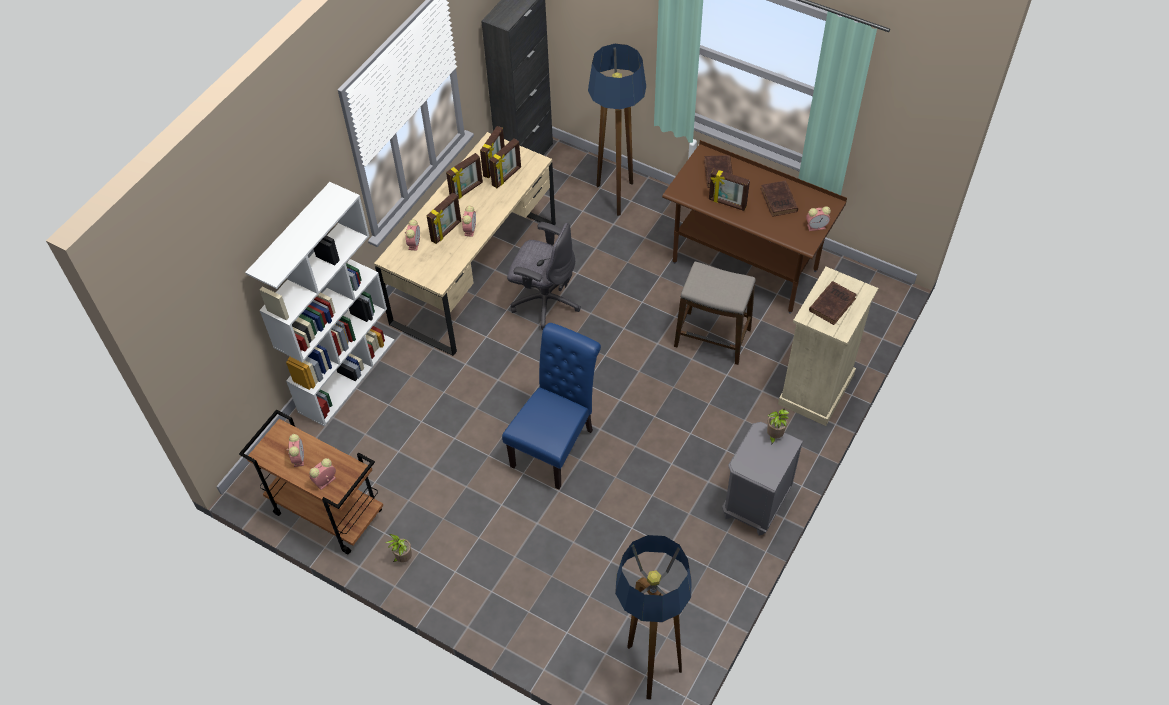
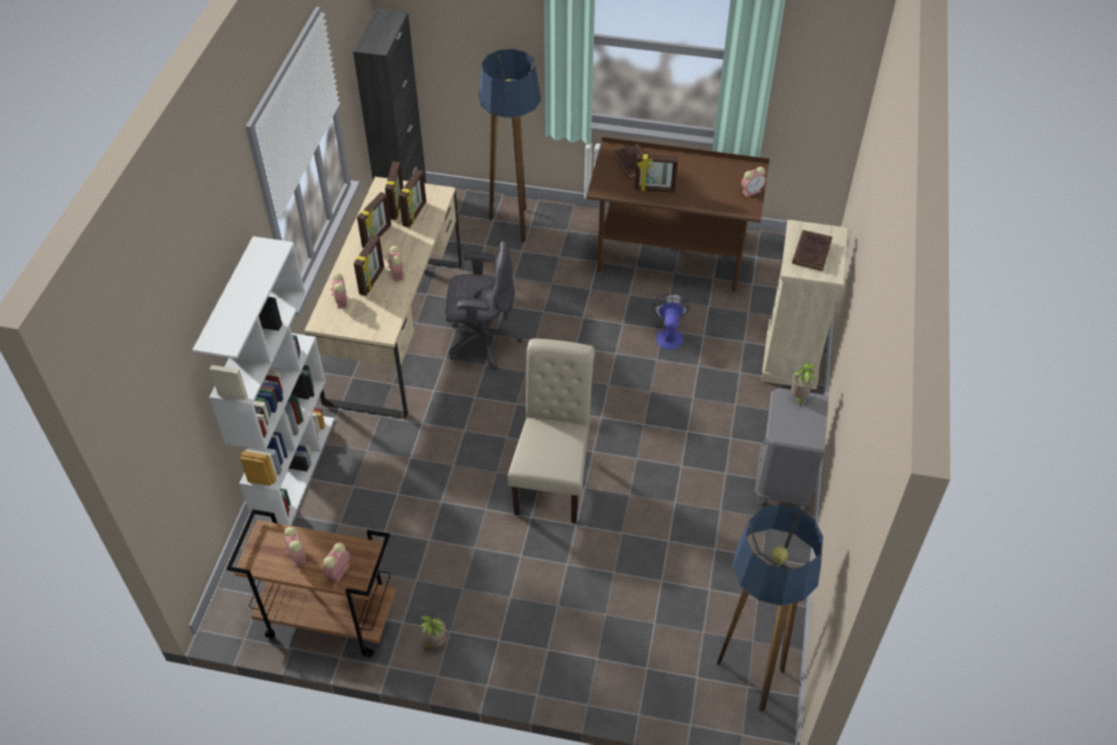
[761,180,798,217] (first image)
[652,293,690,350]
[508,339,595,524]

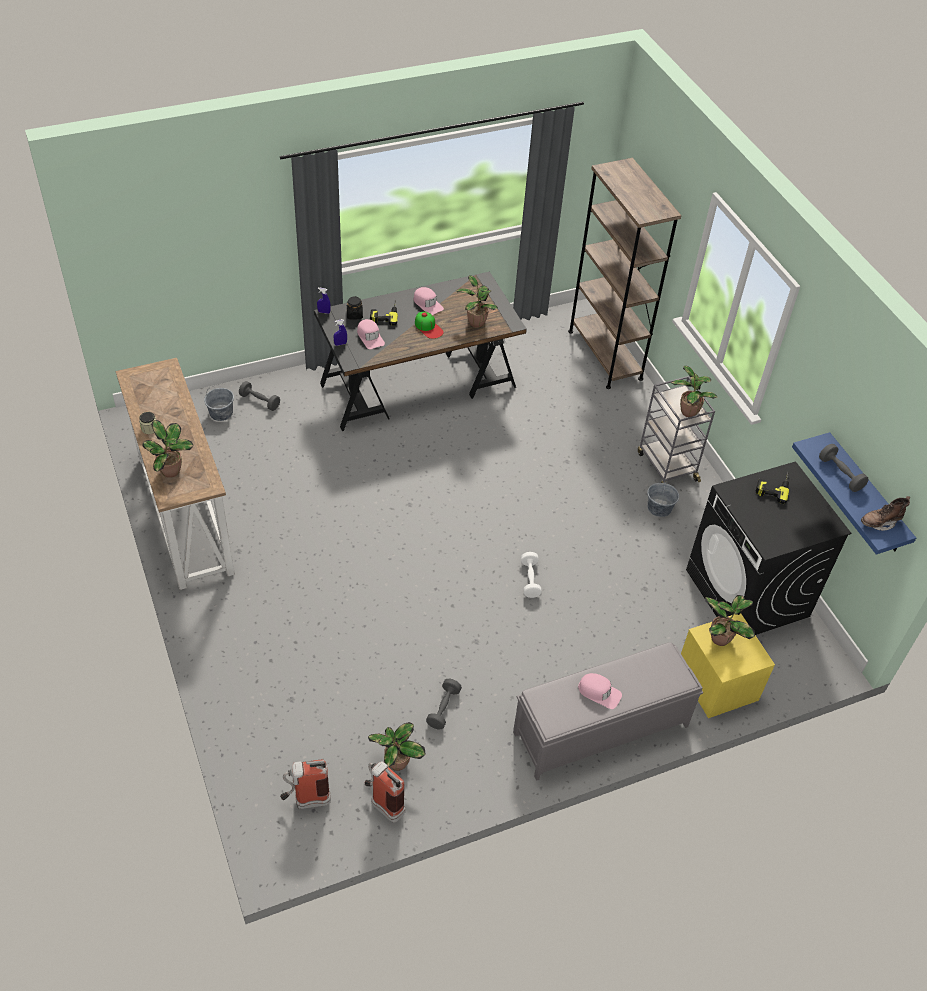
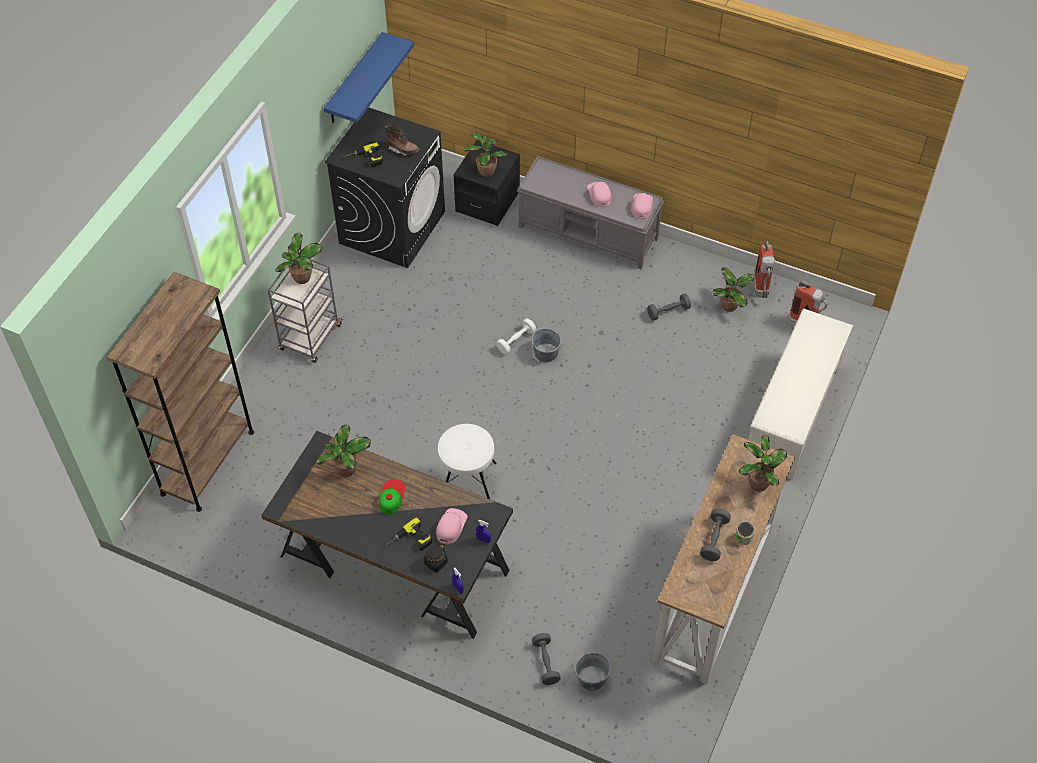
[632,193,653,219]
[700,509,731,561]
[531,328,561,362]
[385,124,420,156]
[453,140,520,226]
[748,308,853,480]
[438,424,497,499]

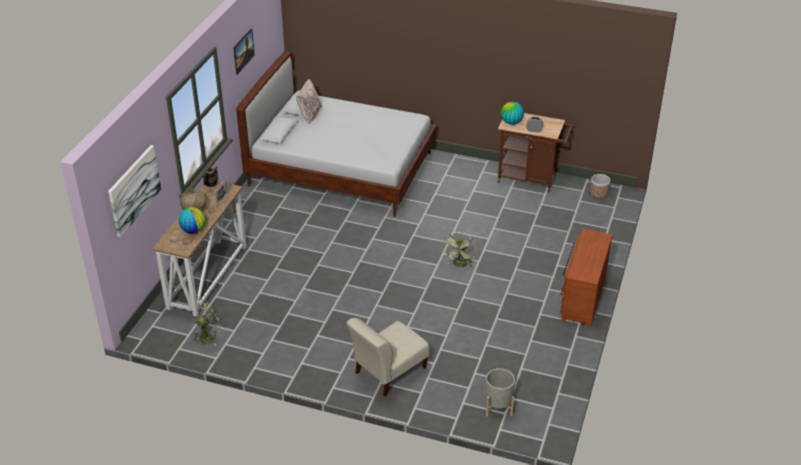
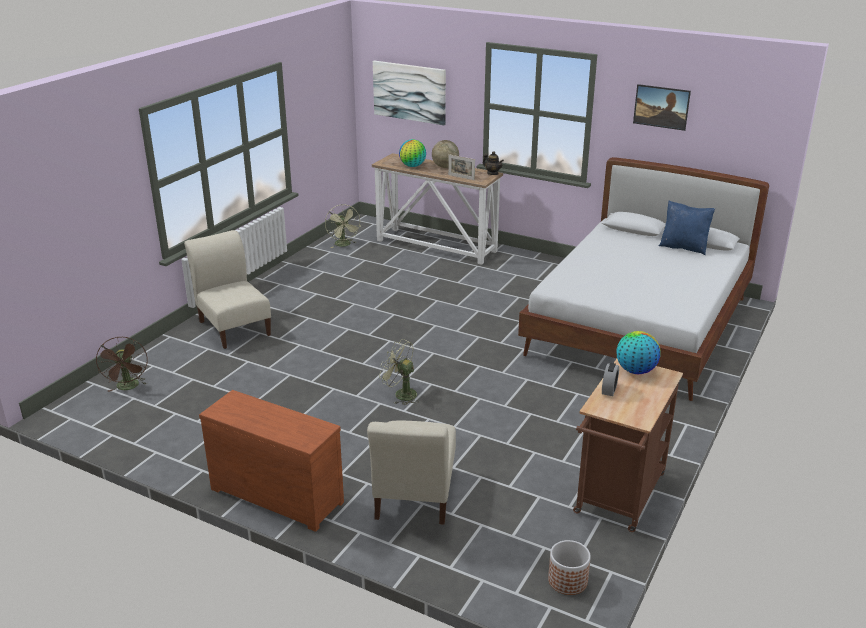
[659,201,715,255]
[96,336,148,392]
[367,420,456,525]

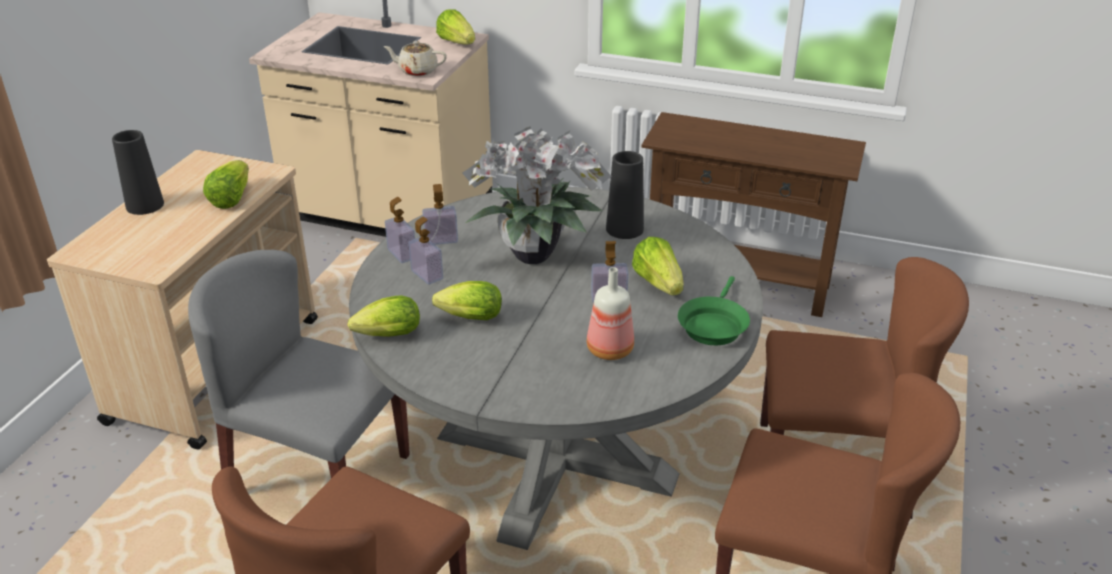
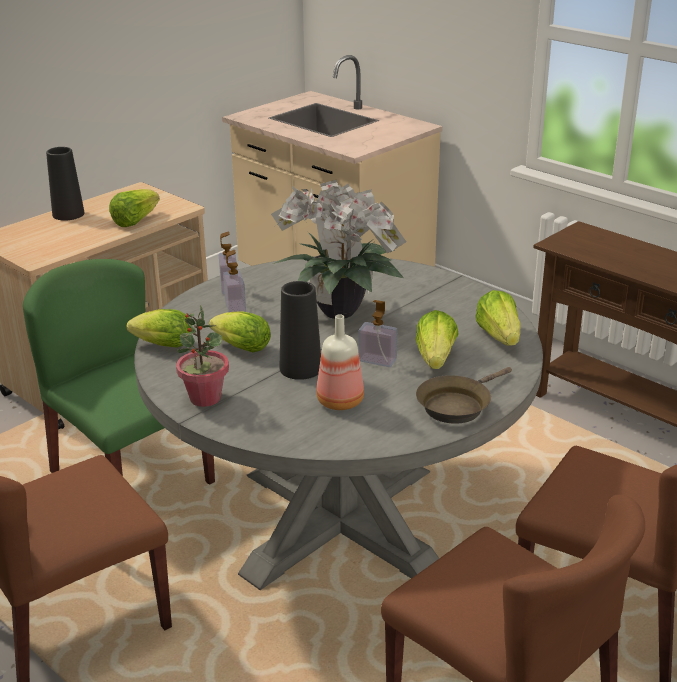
[475,290,520,346]
[383,41,447,76] (first image)
[280,281,321,380]
[422,184,458,245] (first image)
[23,259,215,485]
[416,367,512,424]
[176,305,229,407]

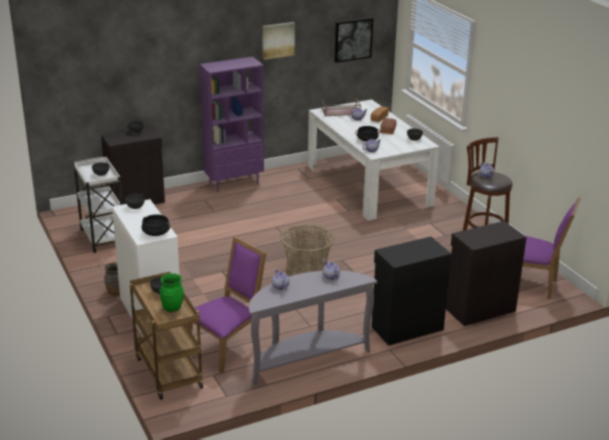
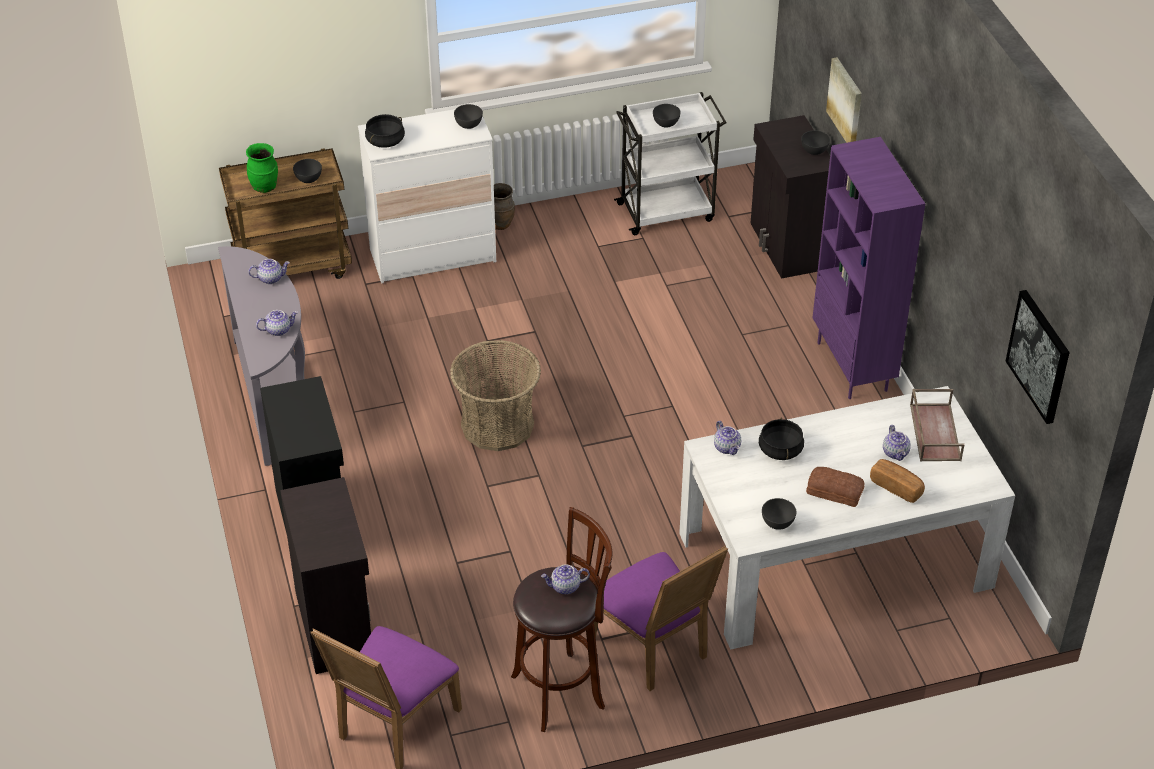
[826,57,862,143]
[594,546,728,691]

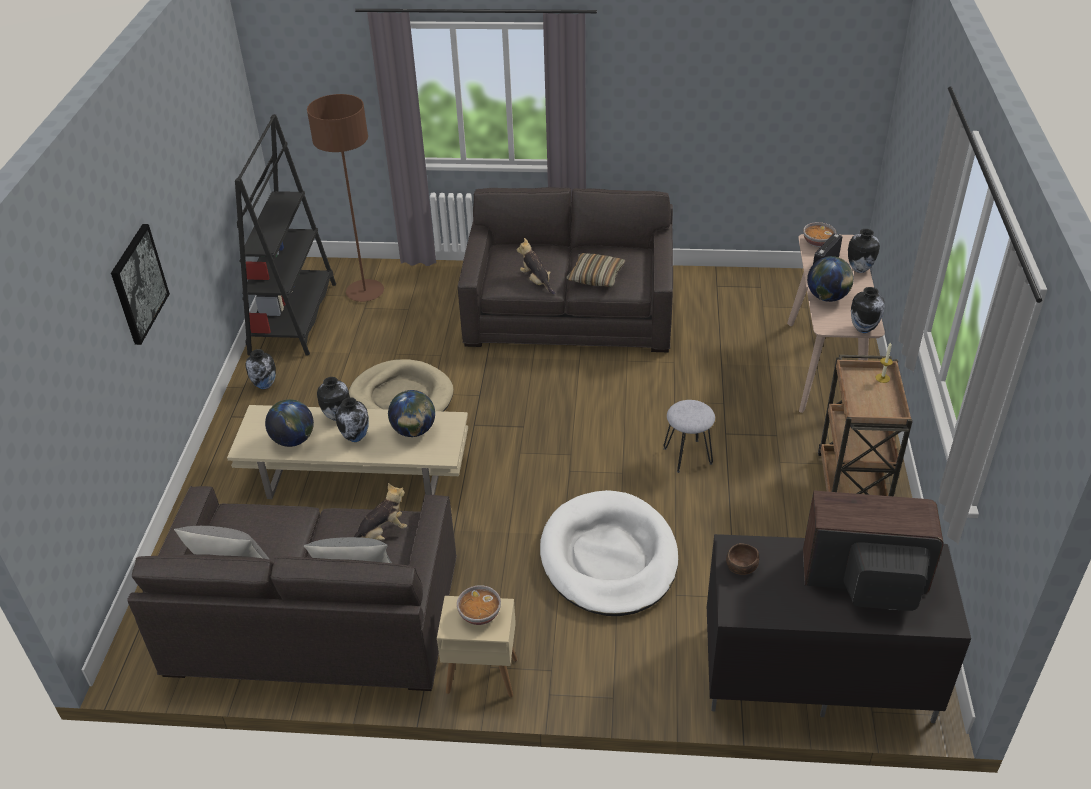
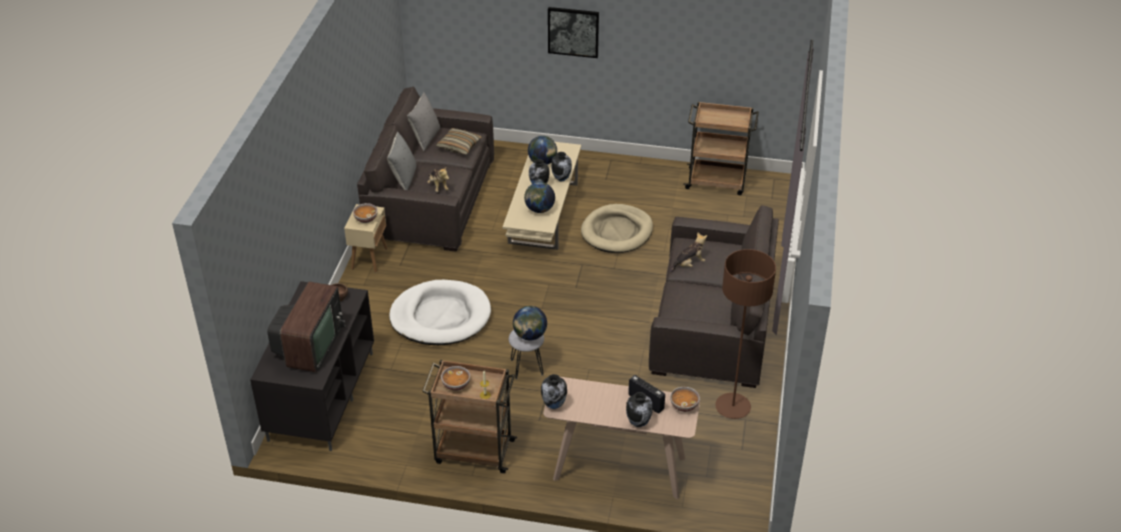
[715,249,776,419]
[683,102,759,195]
[436,128,482,155]
[513,306,547,340]
[245,349,276,389] (first image)
[441,366,470,391]

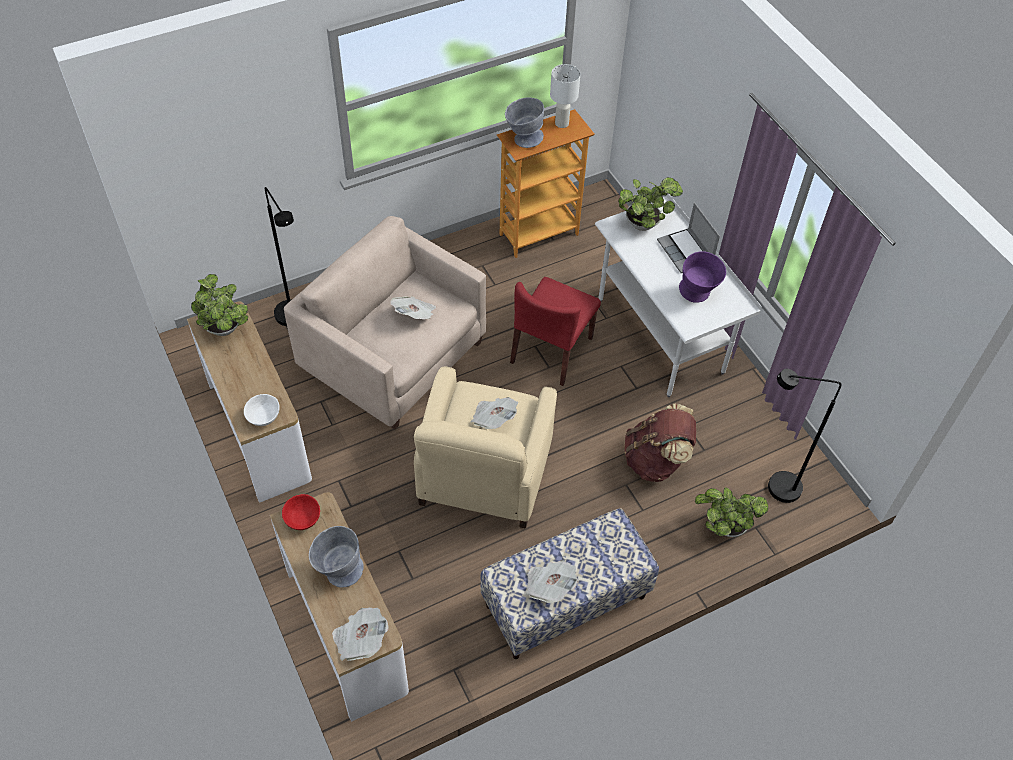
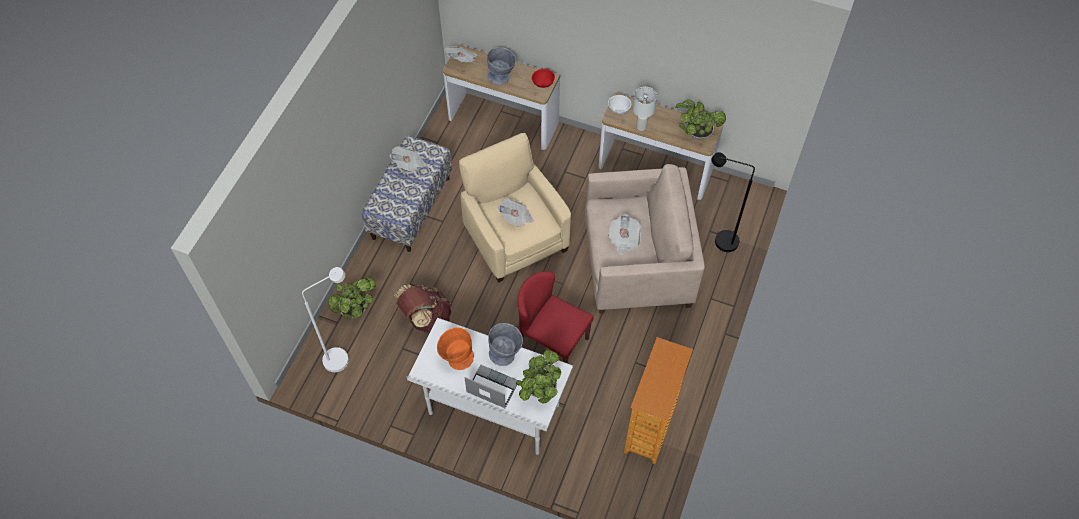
[633,87,657,131]
[488,323,523,366]
[437,328,474,370]
[517,271,593,364]
[302,267,349,372]

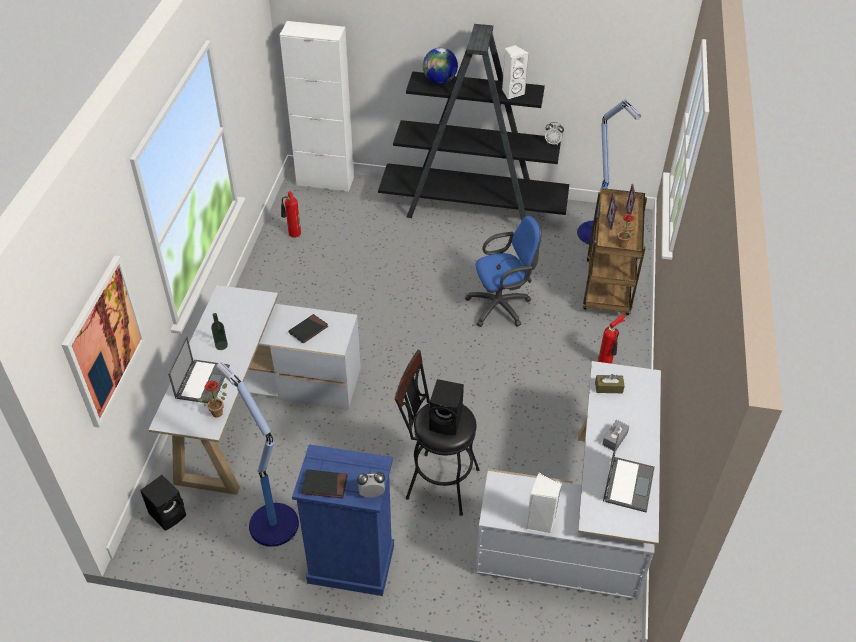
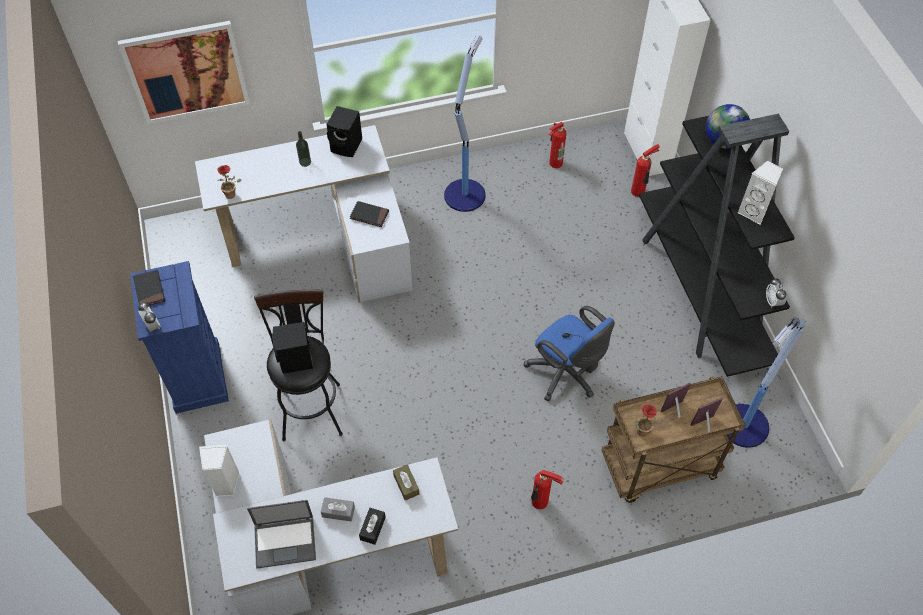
[168,336,230,403] (first image)
[444,35,486,212]
[326,106,362,157]
[631,144,660,197]
[359,508,386,545]

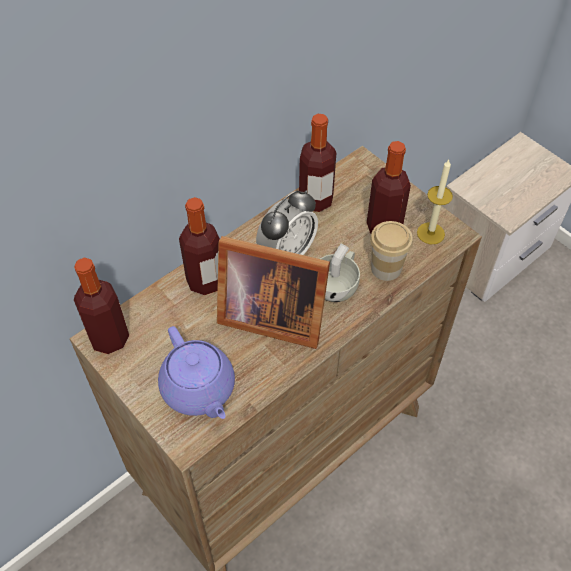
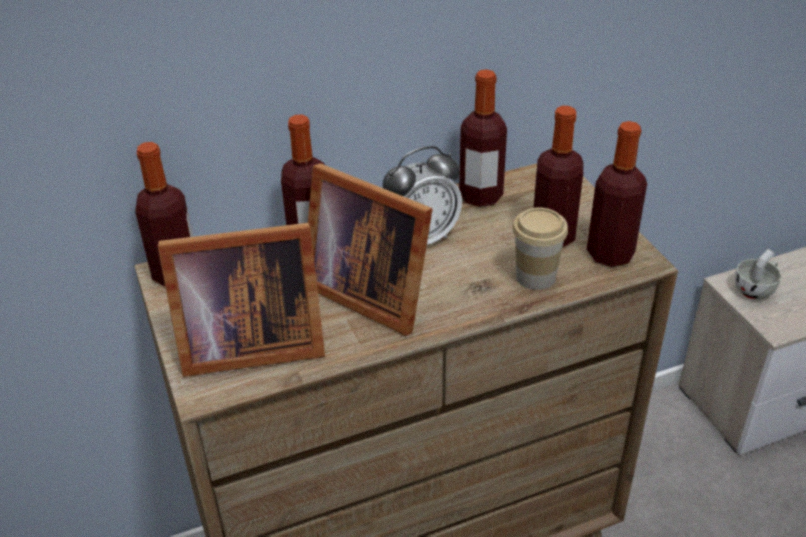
[587,121,647,267]
[735,249,781,300]
[158,223,325,377]

